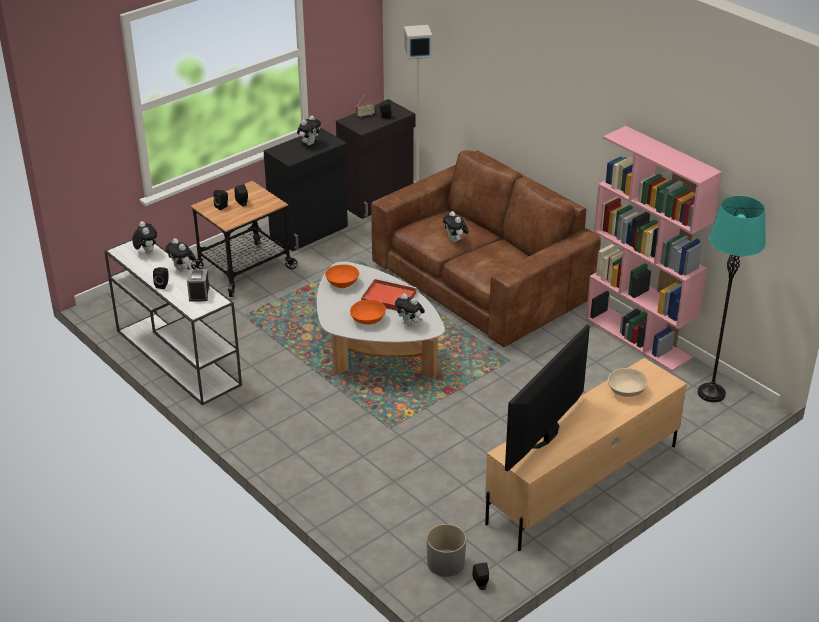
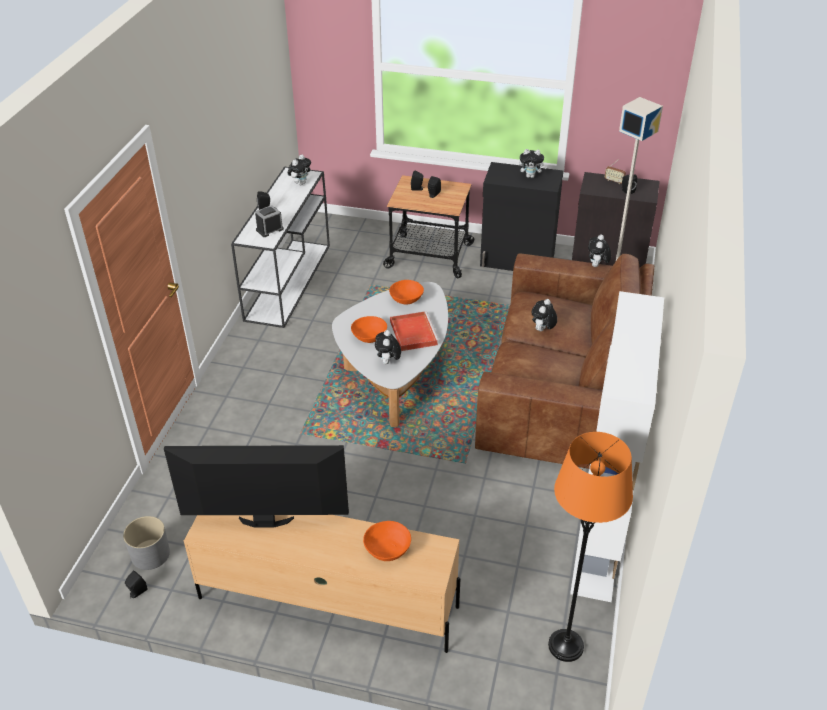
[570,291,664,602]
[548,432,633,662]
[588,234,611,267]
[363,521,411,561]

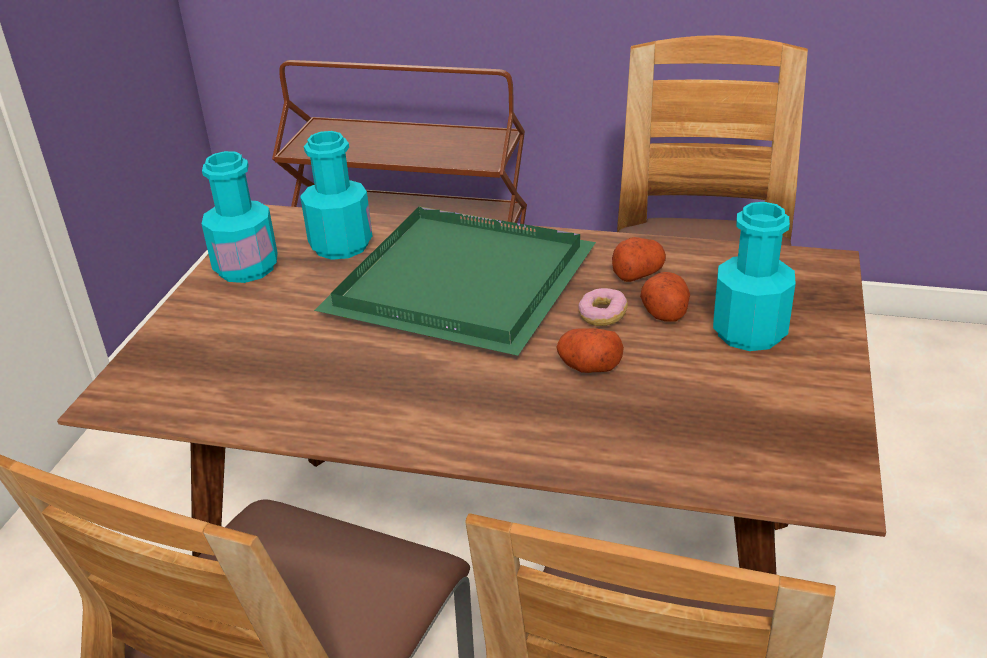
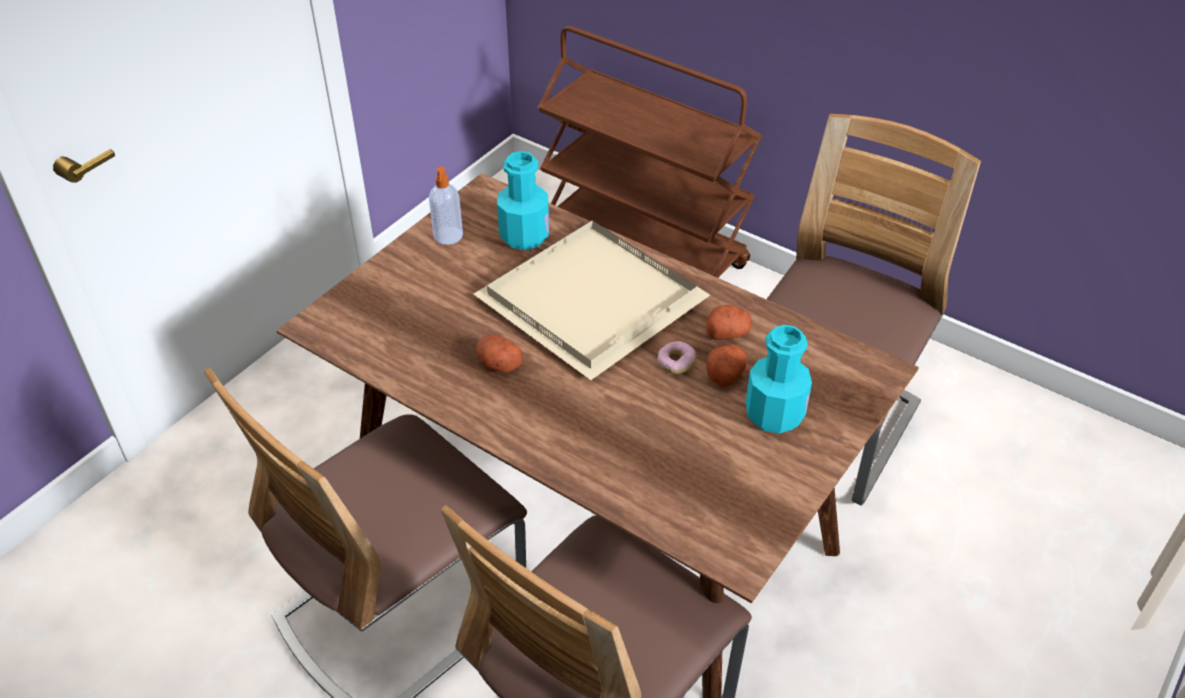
[429,167,463,245]
[474,220,710,380]
[476,335,523,373]

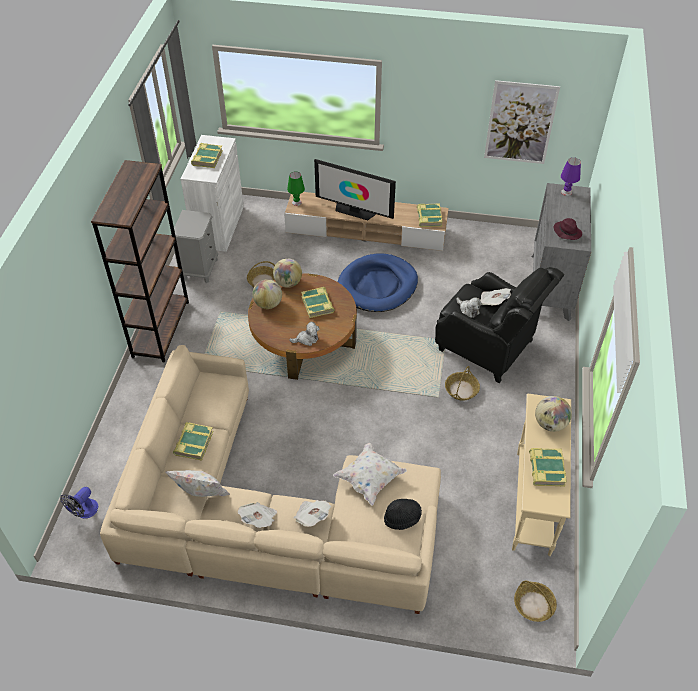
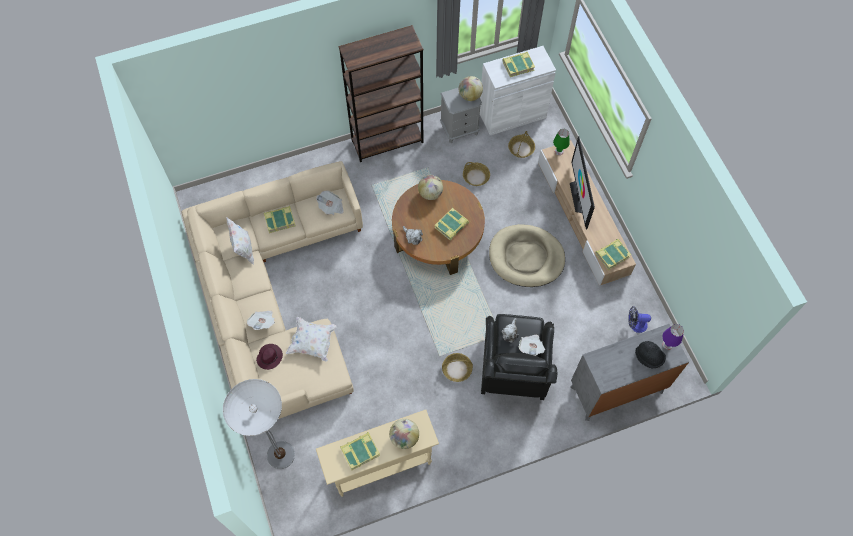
[484,80,560,164] (first image)
[256,344,283,370]
[489,224,565,287]
[459,76,483,101]
[628,306,651,333]
[635,341,666,368]
[316,190,344,215]
[508,131,535,158]
[223,379,295,469]

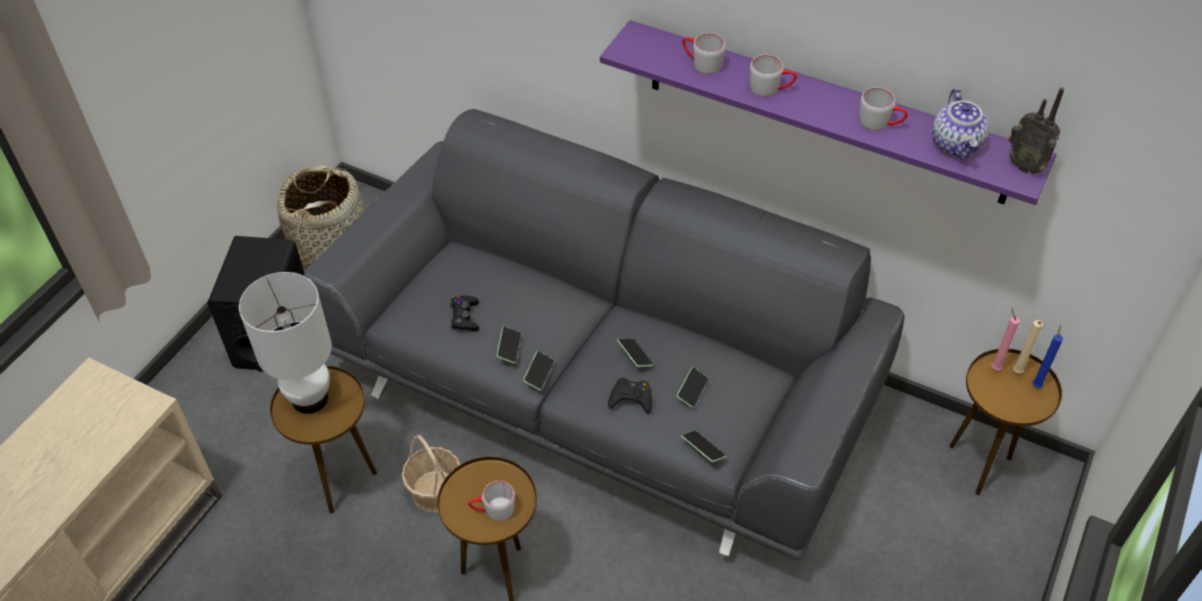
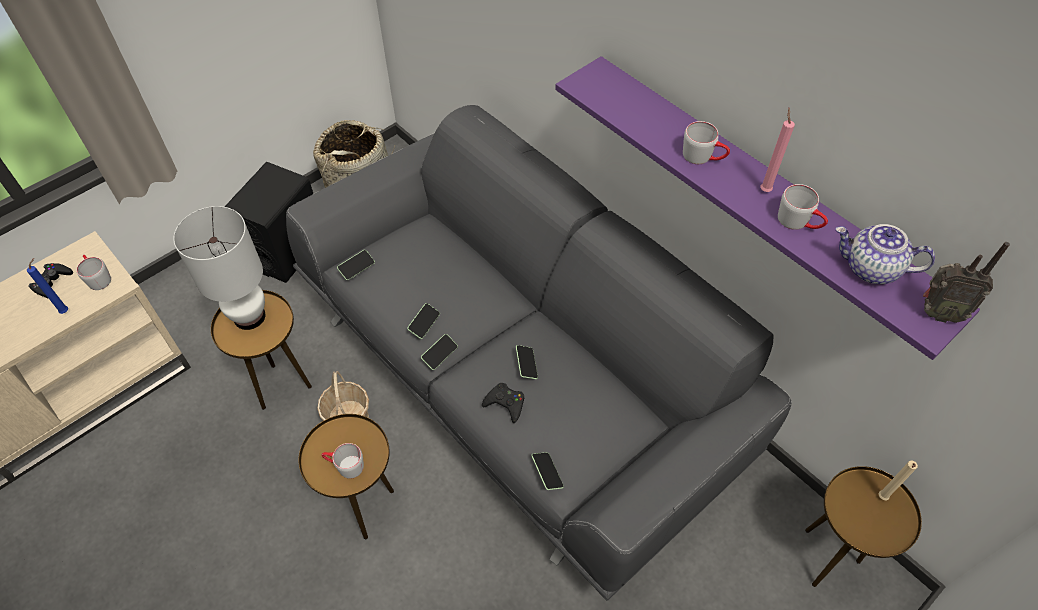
[76,255,111,290]
[923,242,1010,323]
[835,224,935,284]
[28,263,73,299]
[760,108,795,192]
[27,258,68,314]
[337,250,375,280]

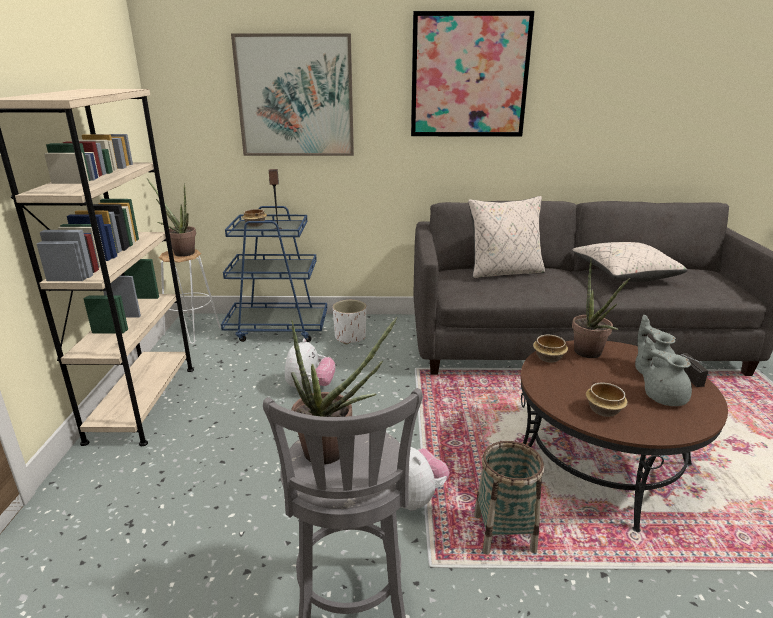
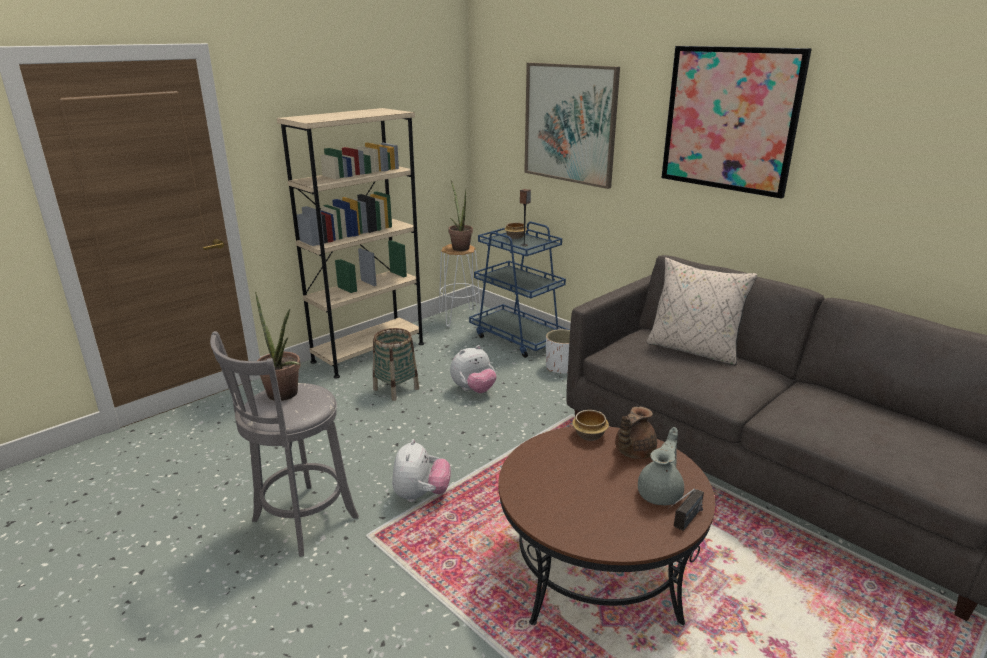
[572,242,687,282] (first image)
[615,407,657,459]
[641,337,692,406] (first image)
[586,383,628,417] (first image)
[373,328,419,401]

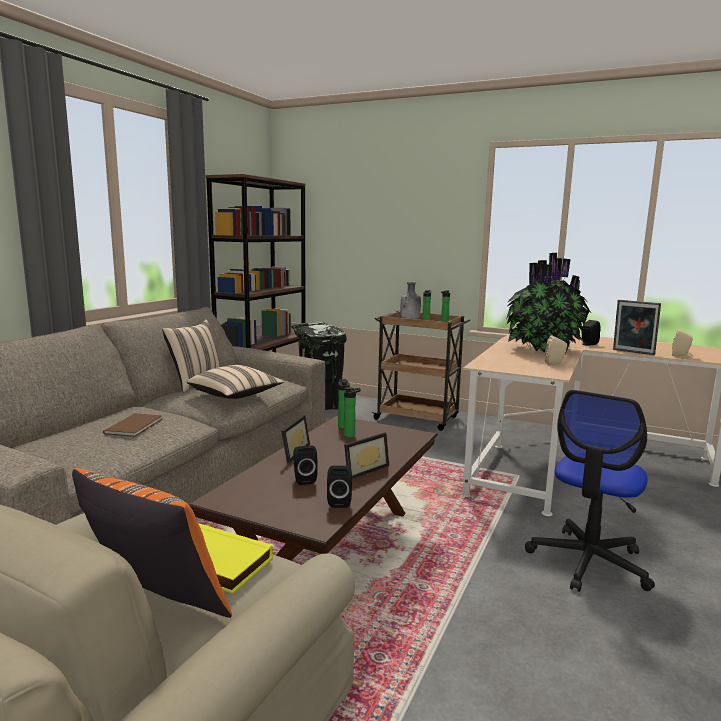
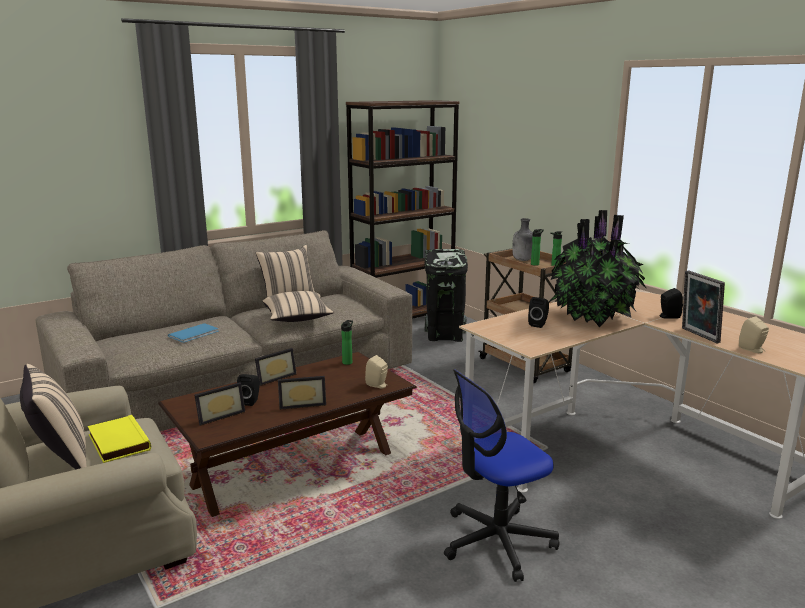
[365,355,388,388]
[344,387,361,438] (first image)
[168,323,219,343]
[528,297,549,328]
[20,364,87,469]
[194,382,245,426]

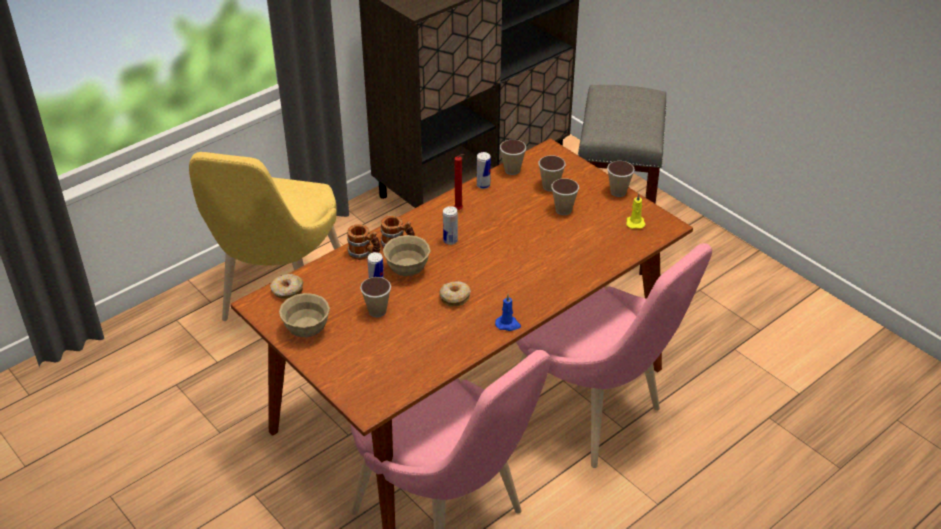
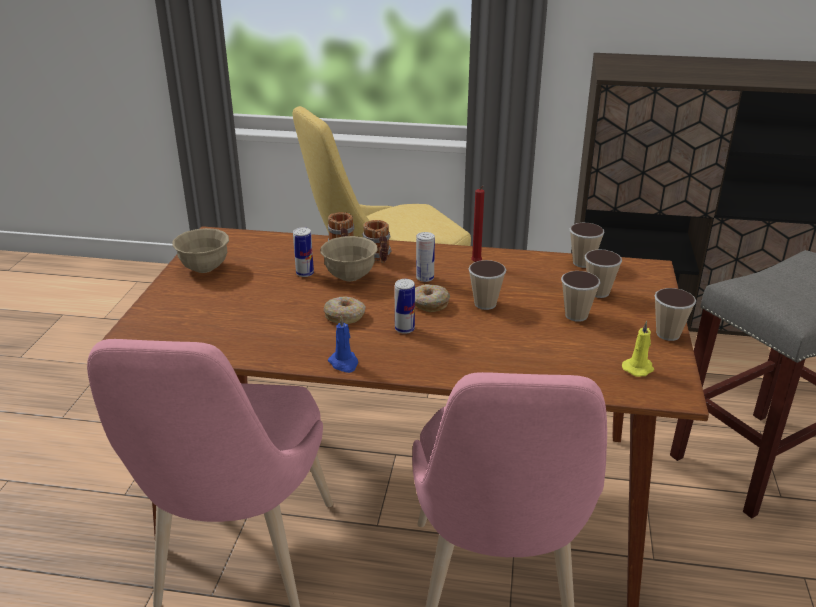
[395,279,415,334]
[415,284,450,312]
[469,260,507,310]

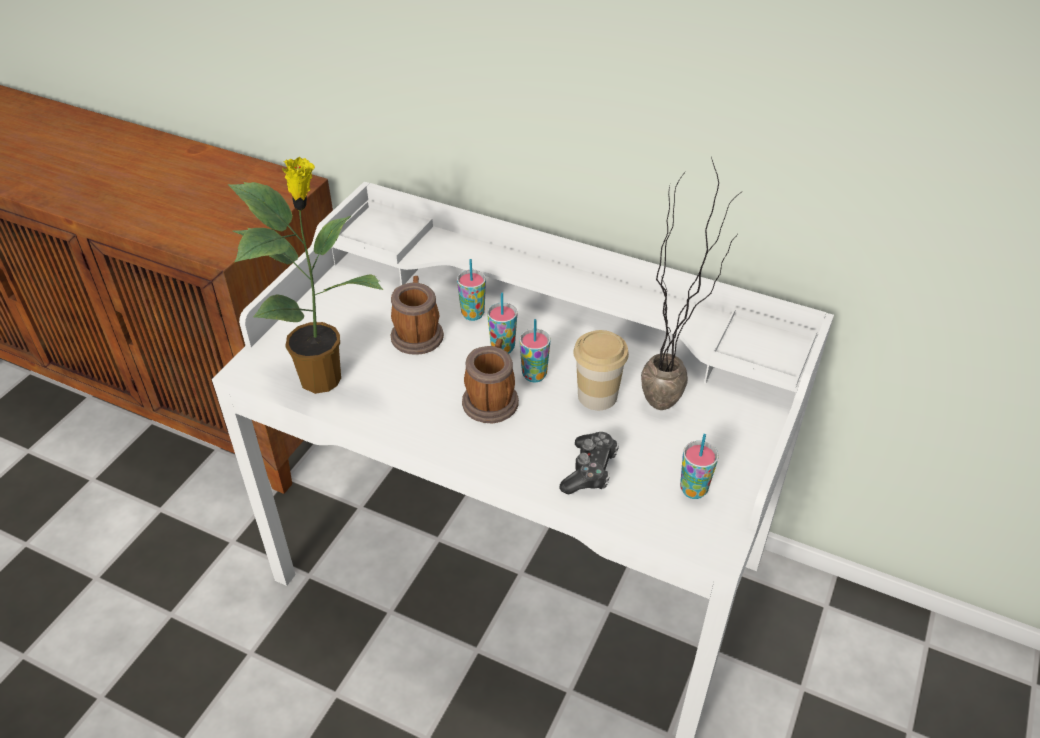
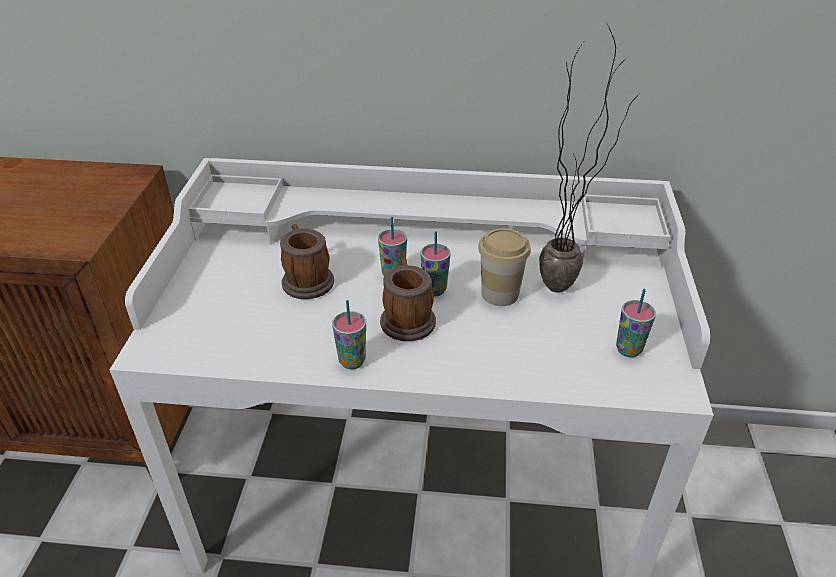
[227,157,383,394] (first image)
[332,300,366,369]
[559,432,619,494] (first image)

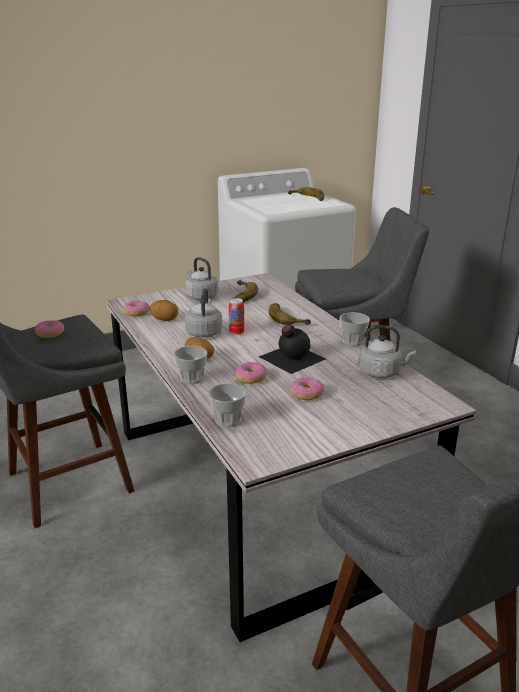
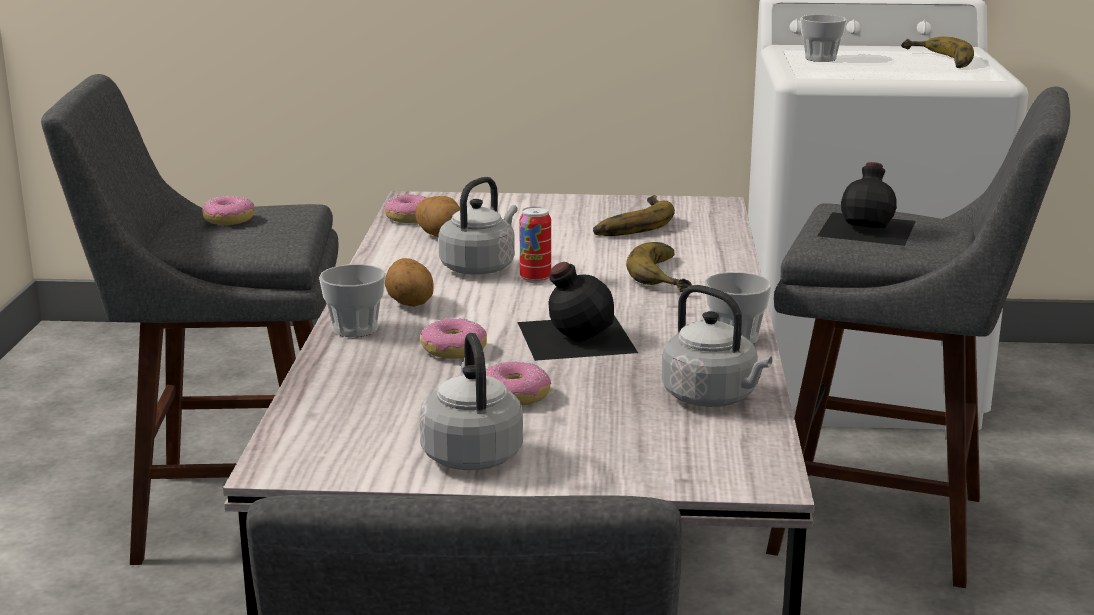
[420,333,523,470]
[800,15,847,62]
[817,162,916,246]

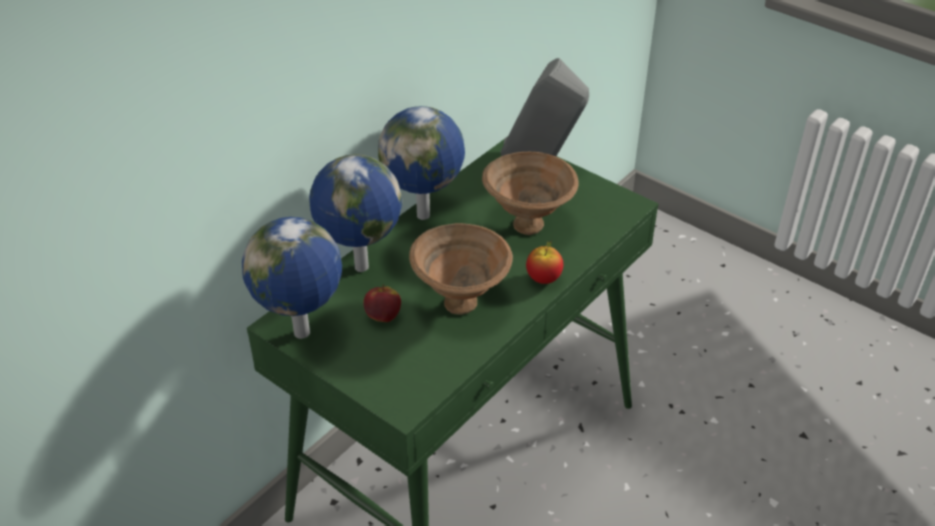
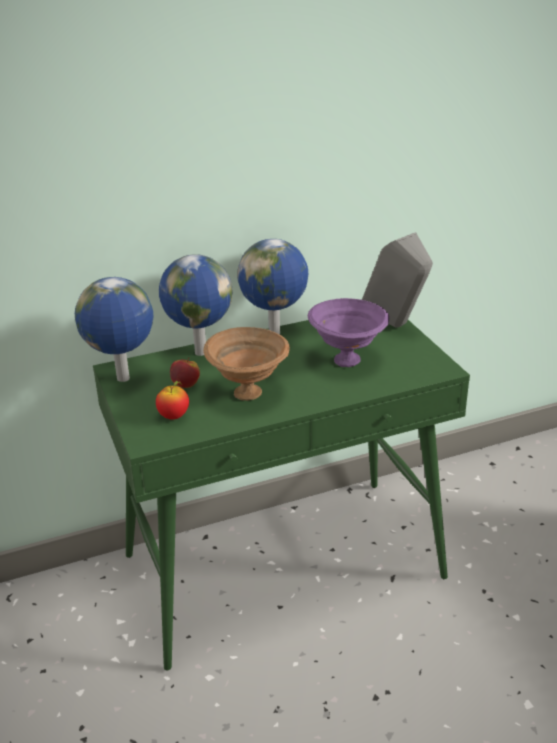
[308,298,389,367]
[156,381,189,419]

